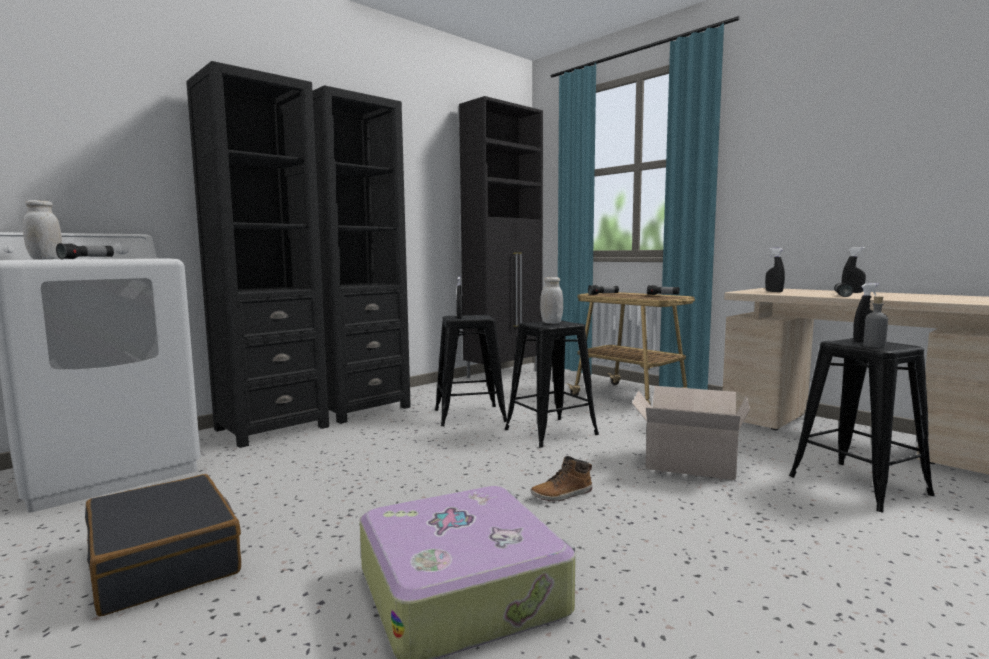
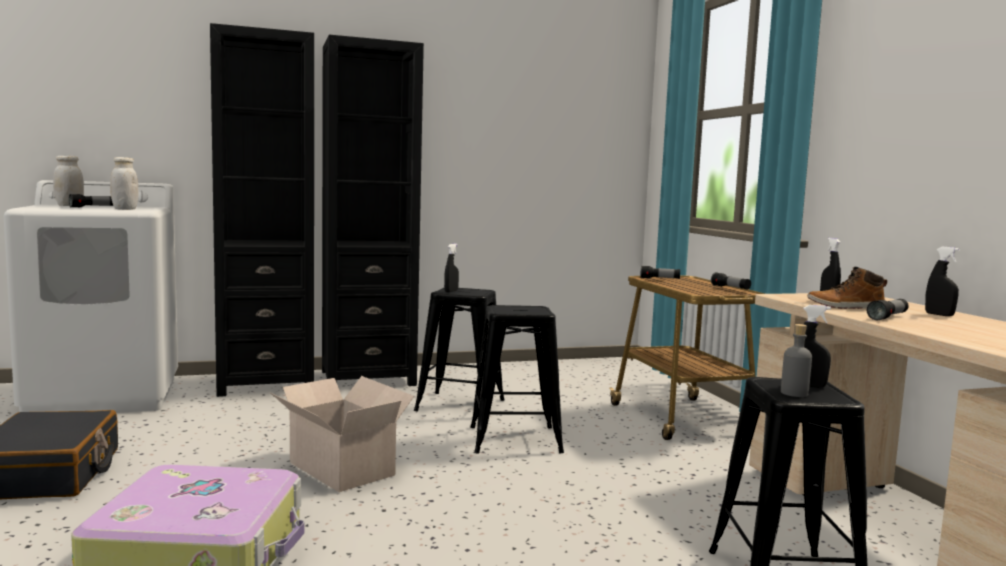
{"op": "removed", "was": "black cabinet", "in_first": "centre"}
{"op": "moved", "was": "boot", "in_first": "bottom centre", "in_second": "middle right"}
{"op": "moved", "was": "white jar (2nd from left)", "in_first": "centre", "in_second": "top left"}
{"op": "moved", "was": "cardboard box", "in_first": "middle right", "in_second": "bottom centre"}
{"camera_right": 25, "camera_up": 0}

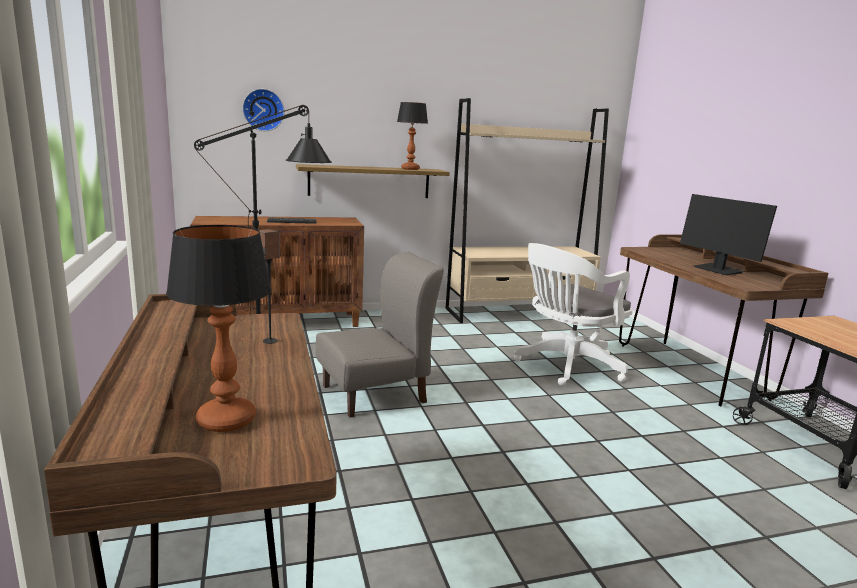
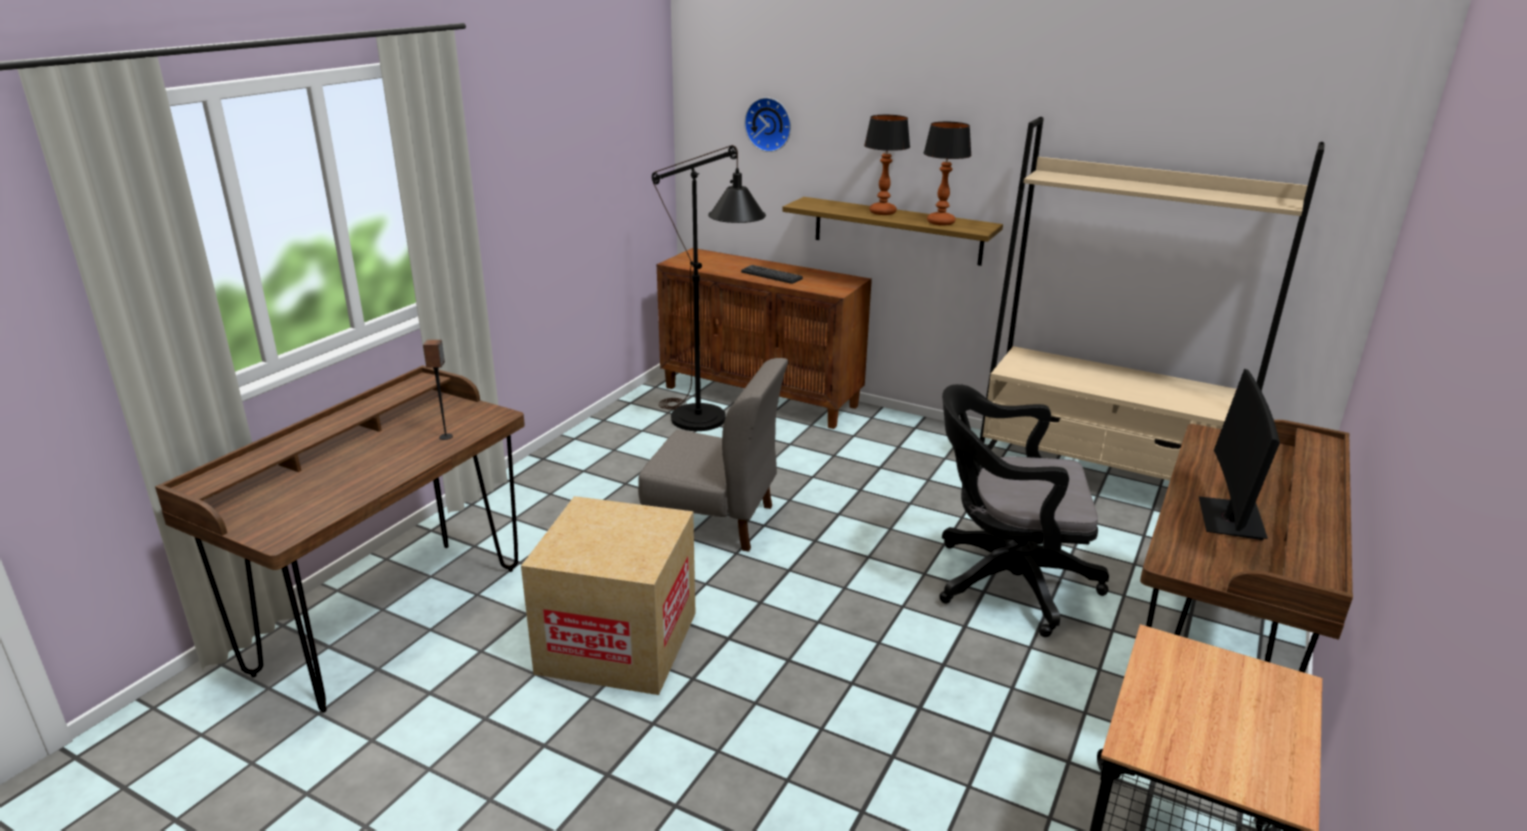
{"op": "moved", "was": "table lamp (1st from left)", "in_first": "middle left", "in_second": "top centre"}
{"op": "recoloured", "was": "white office chair", "now": "black office chair", "in_first": "middle right", "in_second": "middle right"}
{"op": "added", "now": "cardboard box", "in_second": "bottom centre"}
{"camera_right": 45, "camera_up": 10}

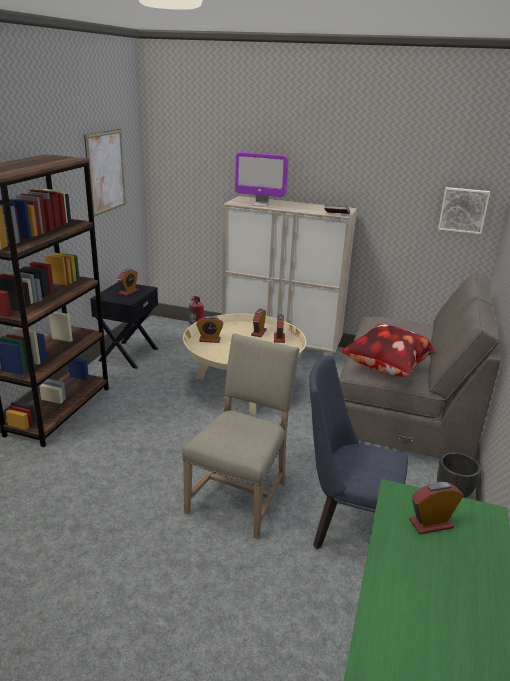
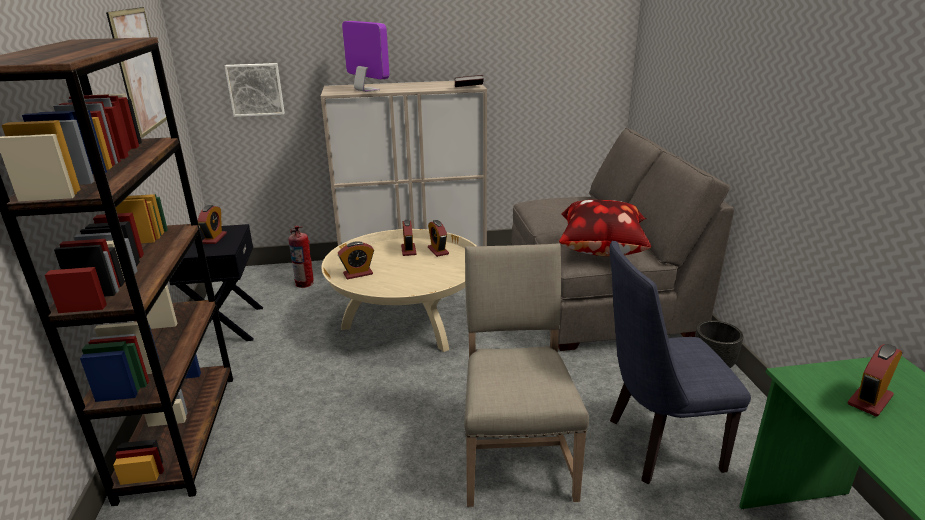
{"op": "turned", "was": "monitor", "in_first": "top centre", "in_second": "top centre", "clockwise": -120}
{"op": "moved", "was": "picture (2nd from left)", "in_first": "top right", "in_second": "top left"}
{"camera_right": -25, "camera_up": 0}

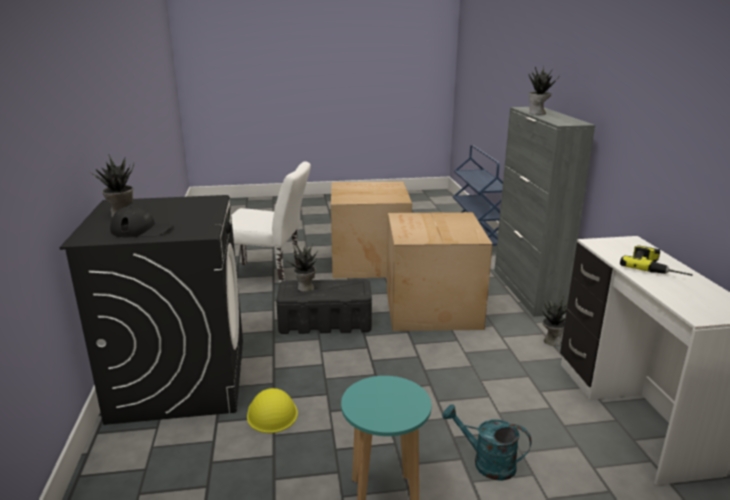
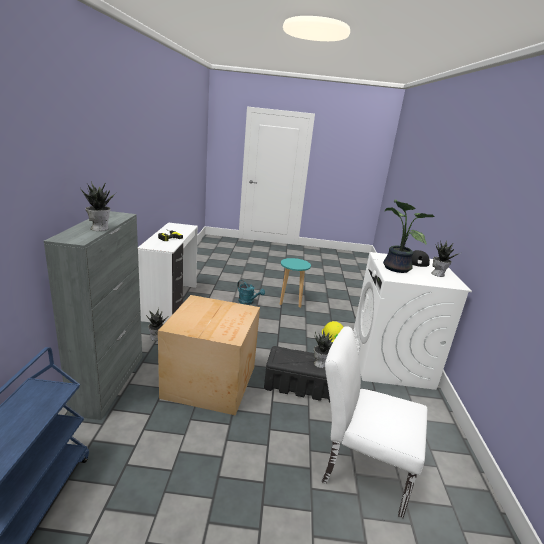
{"op": "recoloured", "was": "black washing machine", "now": "white washing machine", "in_first": "middle left", "in_second": "middle right"}
{"op": "removed", "was": "cardboard box (1st from left)", "in_first": "centre"}
{"op": "added", "now": "potted plant (4th from left)", "in_second": "middle right"}
{"camera_right": -170, "camera_up": 0}

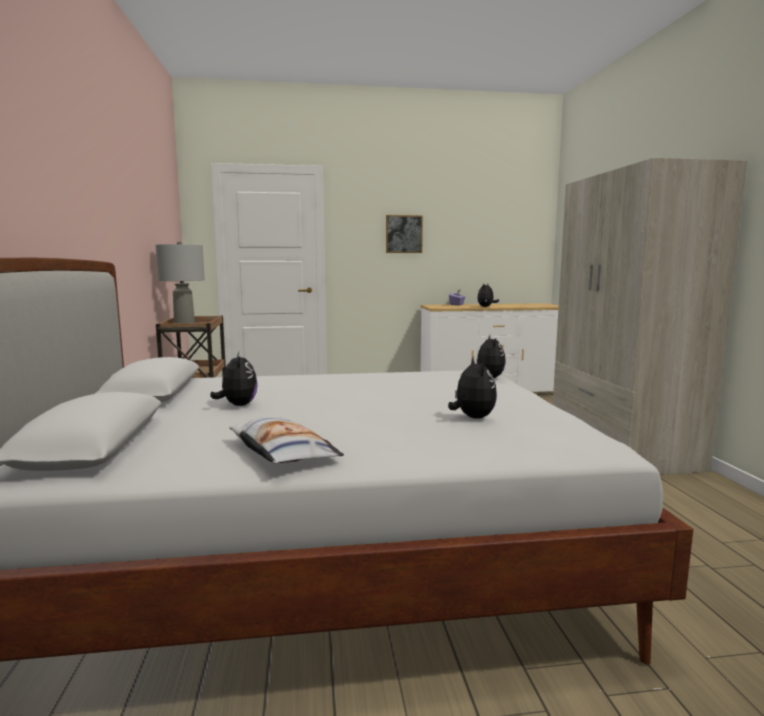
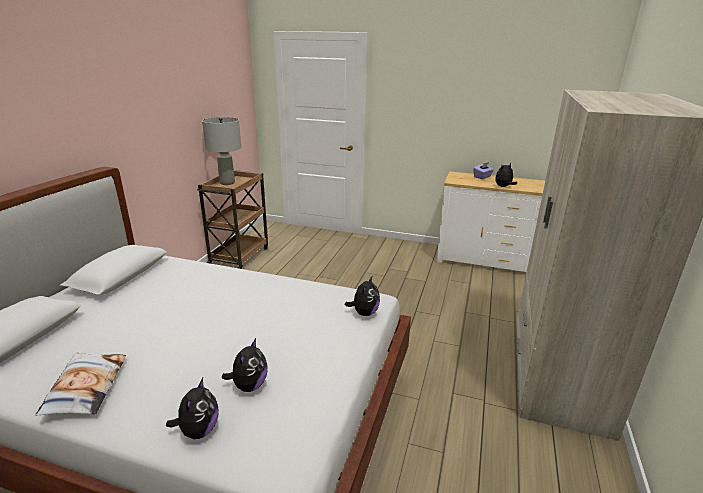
{"op": "moved", "was": "plush toy (1st from left)", "in_first": "middle left", "in_second": "bottom left"}
{"op": "removed", "was": "picture", "in_first": "top centre"}
{"camera_right": 25, "camera_up": 15}

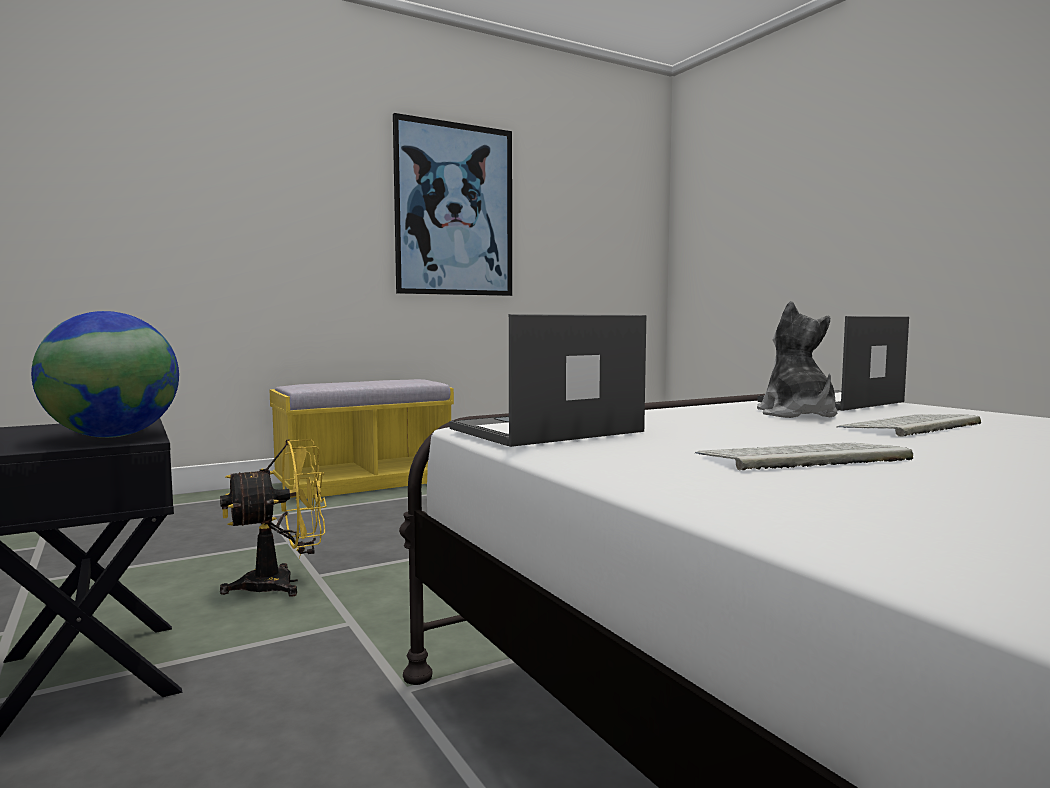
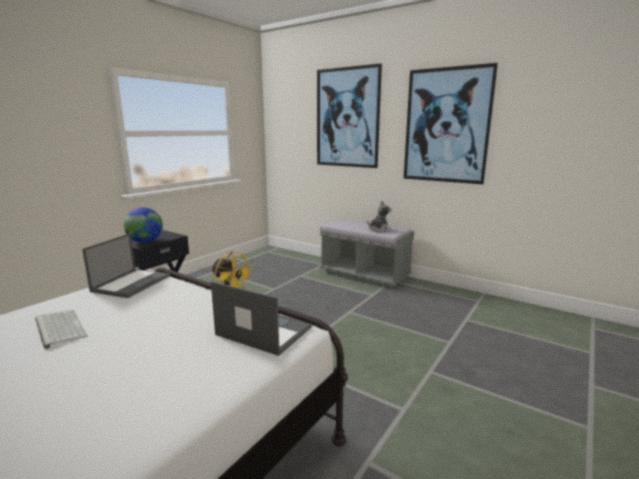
{"op": "recoloured", "was": "yellow bench", "now": "grey bench", "in_first": "centre", "in_second": "centre"}
{"op": "turned", "was": "laptop (1st from left)", "in_first": "centre", "in_second": "middle left", "clockwise": 75}
{"op": "moved", "was": "plush toy", "in_first": "middle right", "in_second": "centre"}
{"op": "removed", "was": "keyboard (2nd from left)", "in_first": "middle right"}
{"op": "added", "now": "picture (1st from left)", "in_second": "top centre"}
{"camera_right": 65, "camera_up": 10}

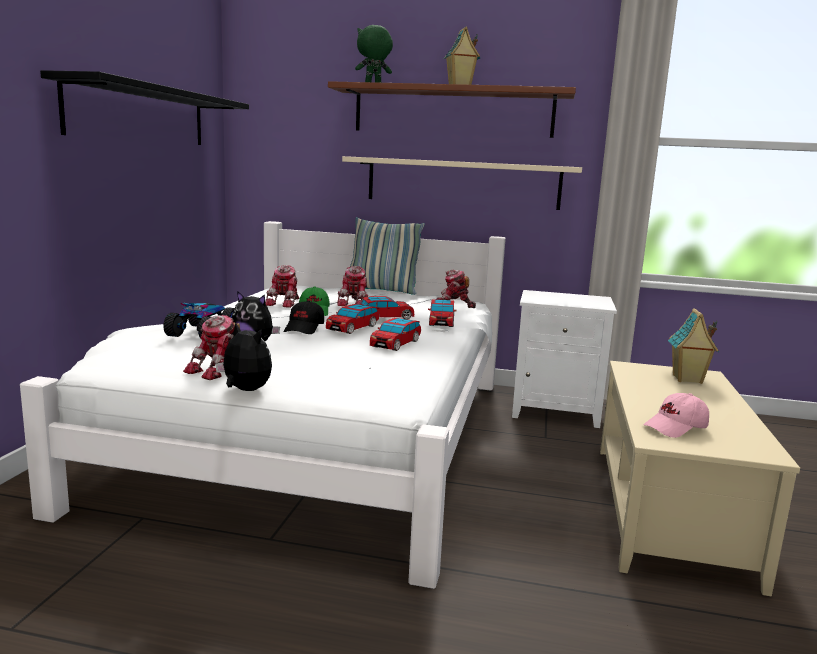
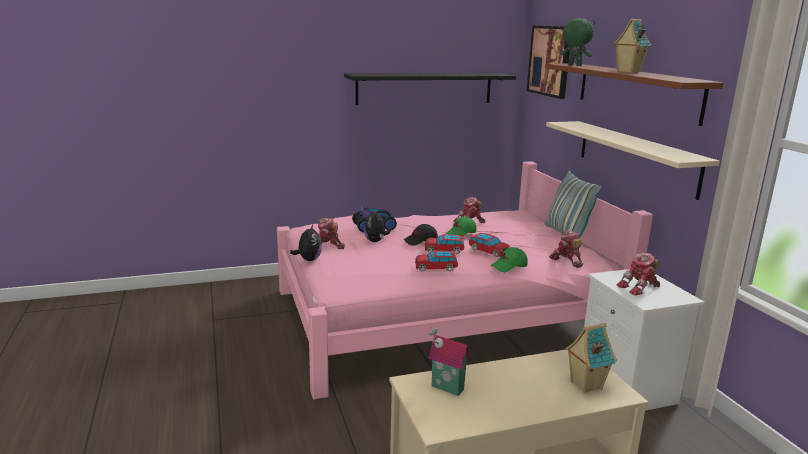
{"op": "recoloured", "was": "white bed", "now": "pink bed", "in_first": "middle left", "in_second": "centre"}
{"op": "moved", "was": "toy robot (3rd from left in the first image)", "now": "toy robot (4th from left)", "in_first": "centre", "in_second": "middle right"}
{"op": "replaced", "was": "toy car (5th from left)", "now": "green cap (2nd from left)", "in_first": "centre", "in_second": "centre"}
{"op": "replaced", "was": "pink cap", "now": "toy house (1st from left)", "in_first": "middle right", "in_second": "bottom centre"}
{"op": "added", "now": "picture", "in_second": "top right"}
{"camera_right": 60, "camera_up": 5}

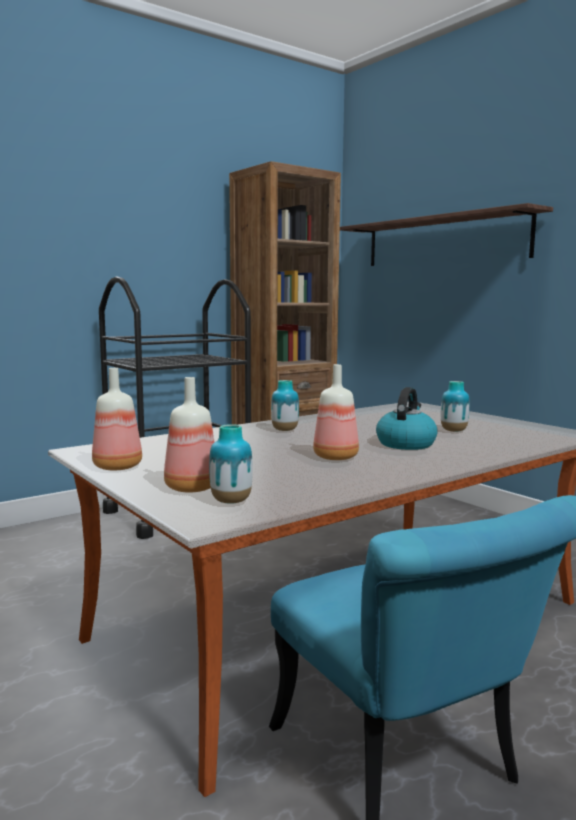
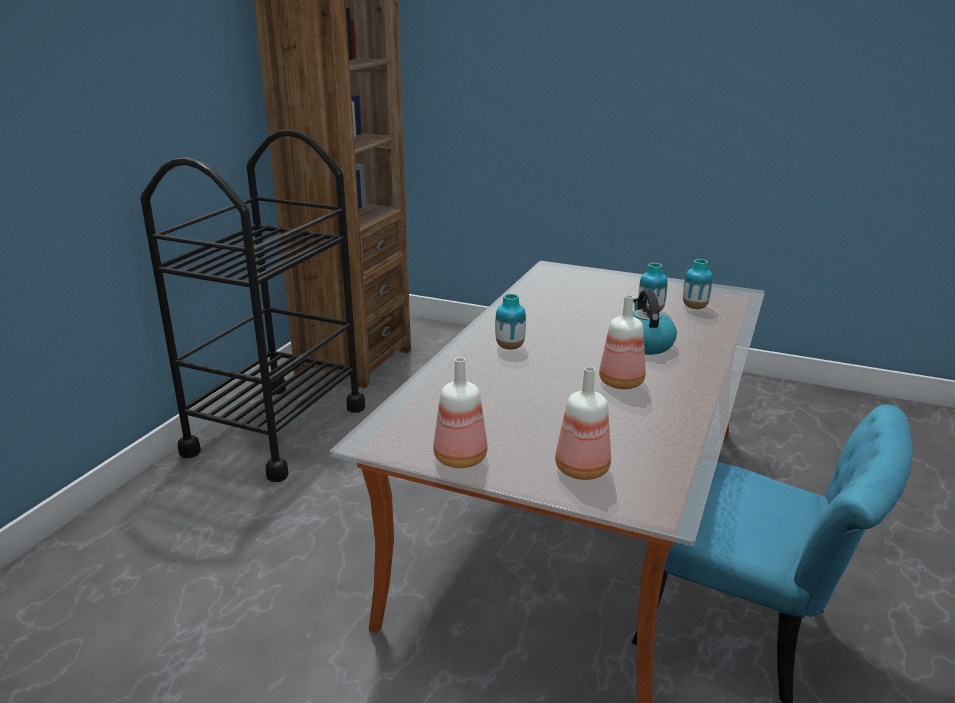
{"op": "moved", "was": "vase (1st from left in the first image)", "now": "vase (3rd from left)", "in_first": "centre", "in_second": "middle right"}
{"op": "removed", "was": "shelf", "in_first": "top right"}
{"camera_right": -30, "camera_up": 15}

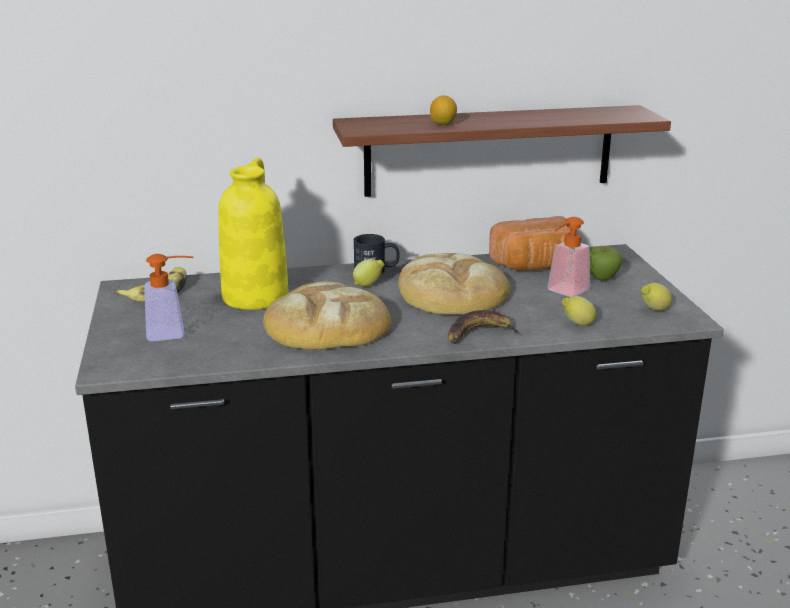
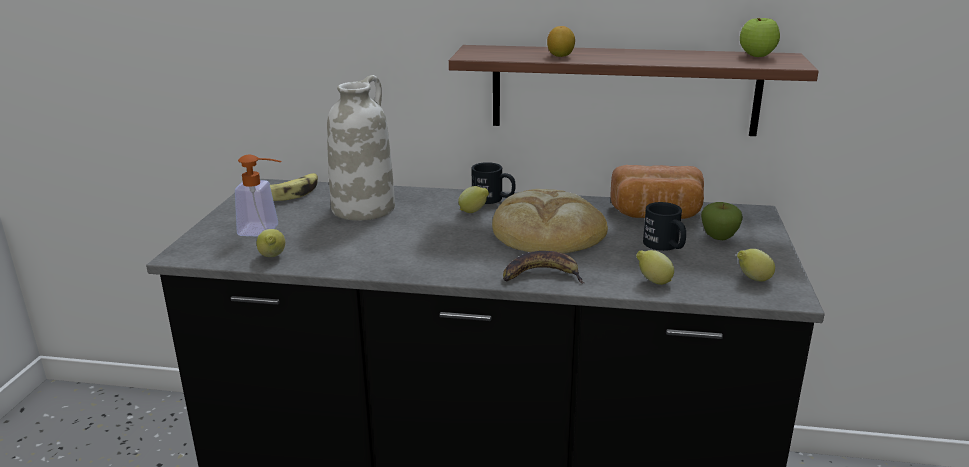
{"op": "recoloured", "was": "yellow vase", "now": "white vase", "in_first": "middle left", "in_second": "top centre"}
{"op": "removed", "was": "bread (1st from left)", "in_first": "centre"}
{"op": "replaced", "was": "soap dispenser (2nd from left)", "now": "black mug (2nd from left)", "in_first": "middle right", "in_second": "middle right"}
{"op": "added", "now": "lemon (1st from left)", "in_second": "middle left"}
{"op": "added", "now": "apple (2nd from left)", "in_second": "top right"}
{"camera_right": 20, "camera_up": 0}

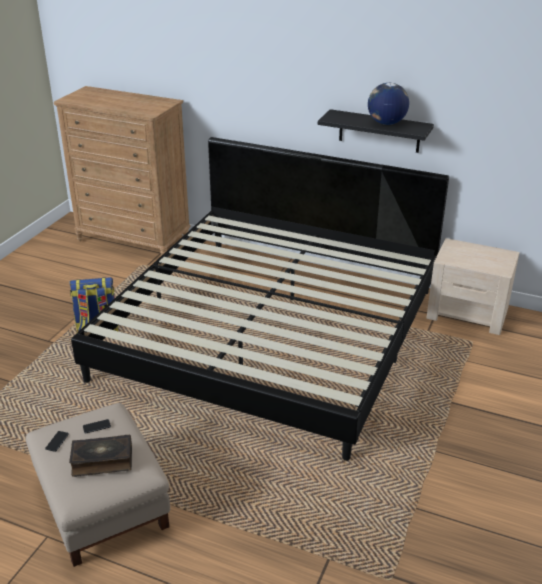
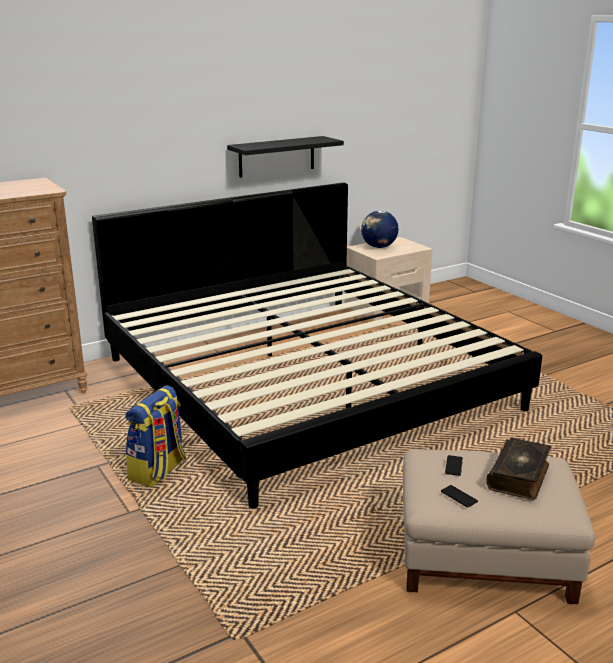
{"op": "moved", "was": "globe", "in_first": "top right", "in_second": "centre"}
{"camera_right": -55, "camera_up": -10}

